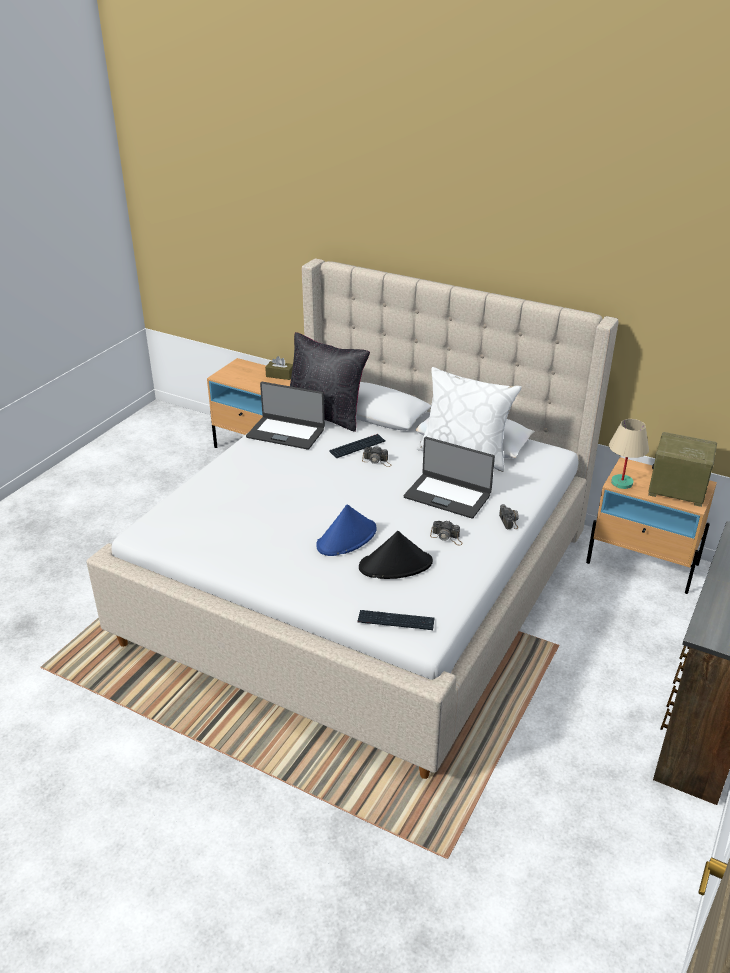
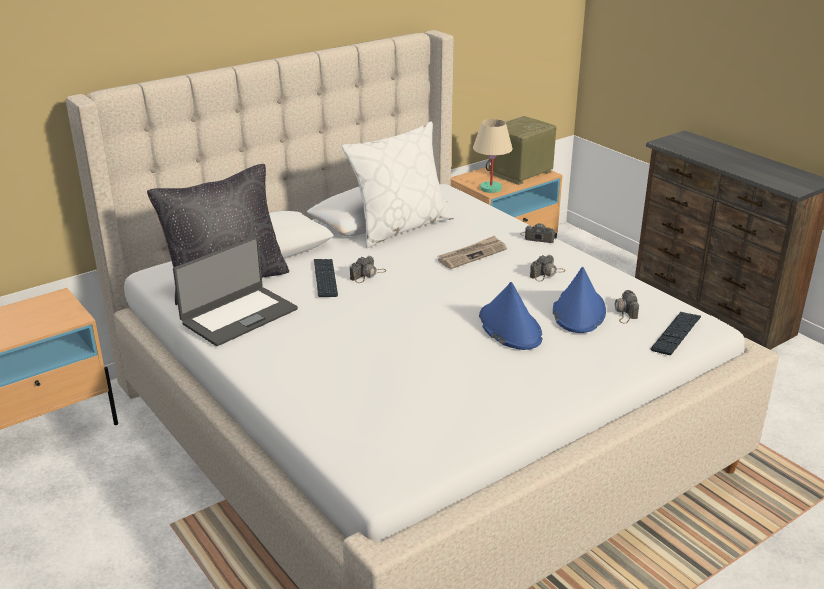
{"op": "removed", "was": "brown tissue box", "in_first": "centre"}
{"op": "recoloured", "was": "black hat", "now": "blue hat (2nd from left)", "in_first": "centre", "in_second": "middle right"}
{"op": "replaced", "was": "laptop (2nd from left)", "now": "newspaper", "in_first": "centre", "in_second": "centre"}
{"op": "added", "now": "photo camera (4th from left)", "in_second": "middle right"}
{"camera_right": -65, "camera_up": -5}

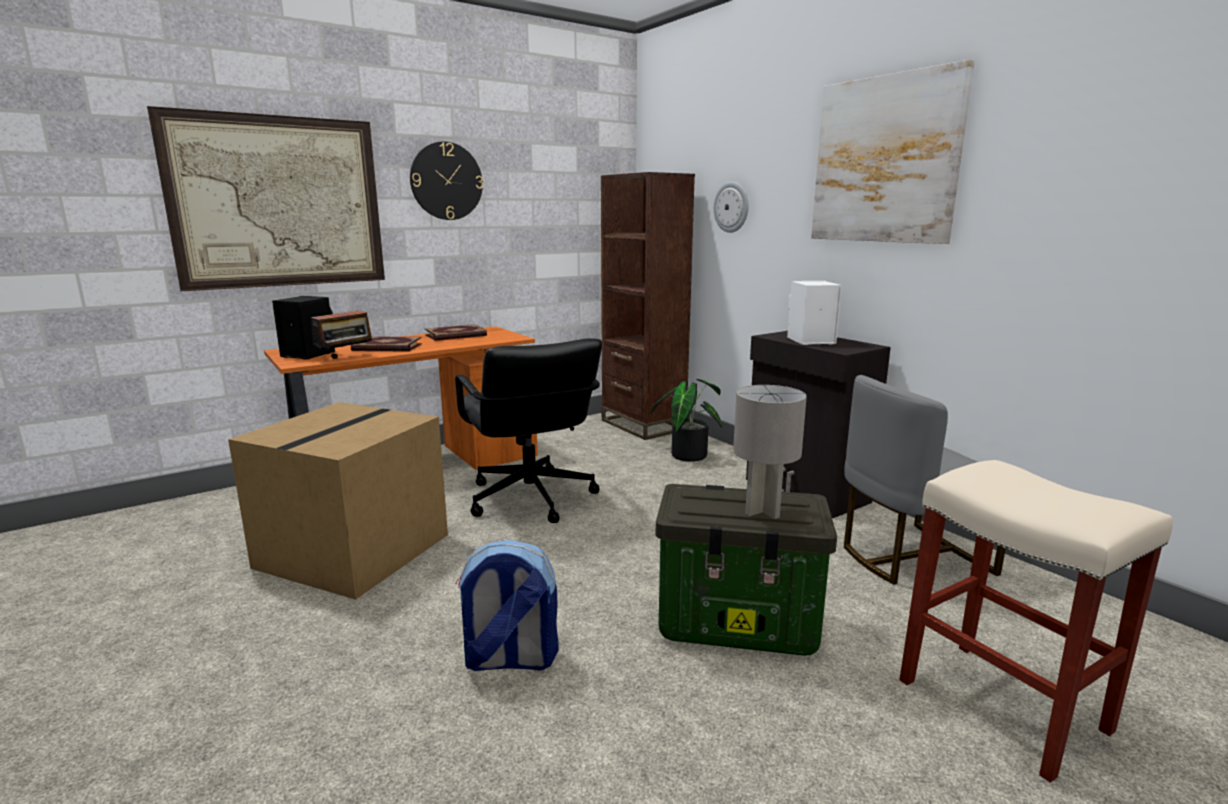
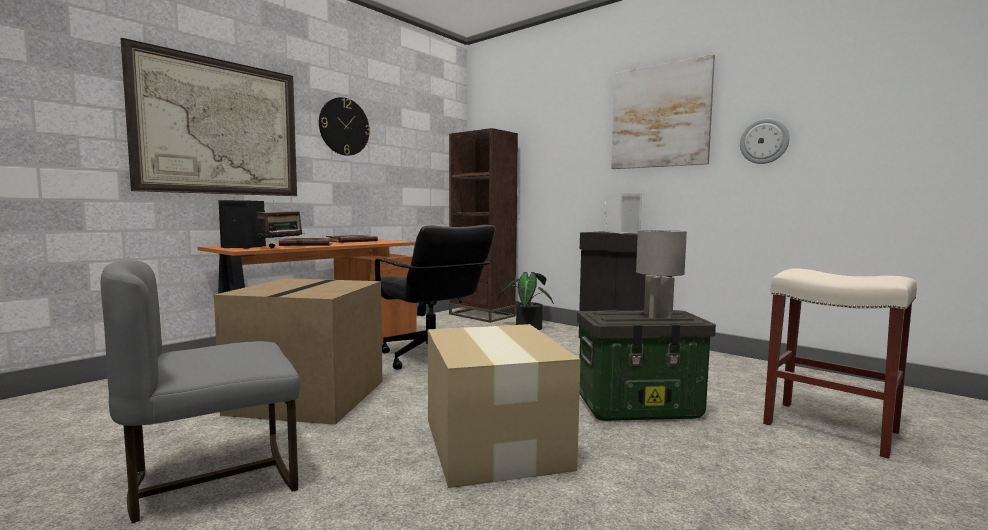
{"op": "replaced", "was": "backpack", "now": "cardboard box (2nd from left)", "in_first": "bottom centre", "in_second": "bottom centre"}
{"op": "moved", "was": "wall clock (2nd from left)", "in_first": "top centre", "in_second": "top right"}
{"op": "moved", "was": "grey chair", "in_first": "middle right", "in_second": "bottom left"}
{"camera_right": -15, "camera_up": -10}

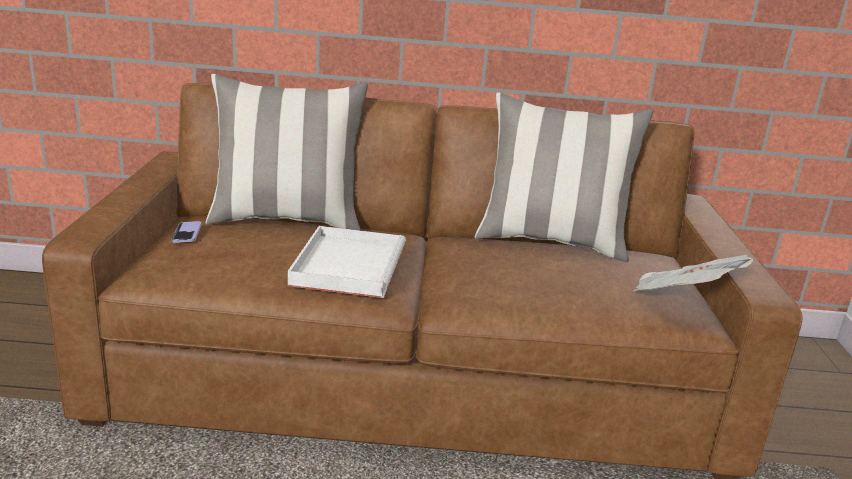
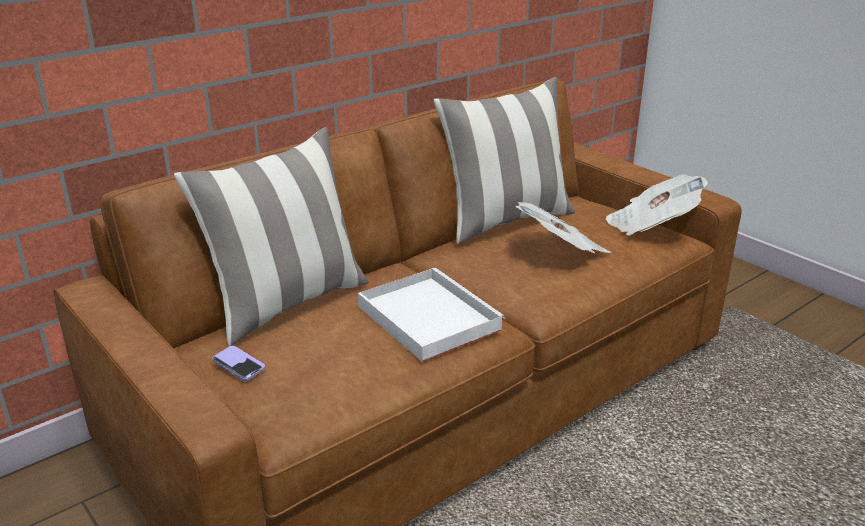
{"op": "added", "now": "newspaper (1st from left)", "in_second": "centre"}
{"camera_right": -40, "camera_up": 5}

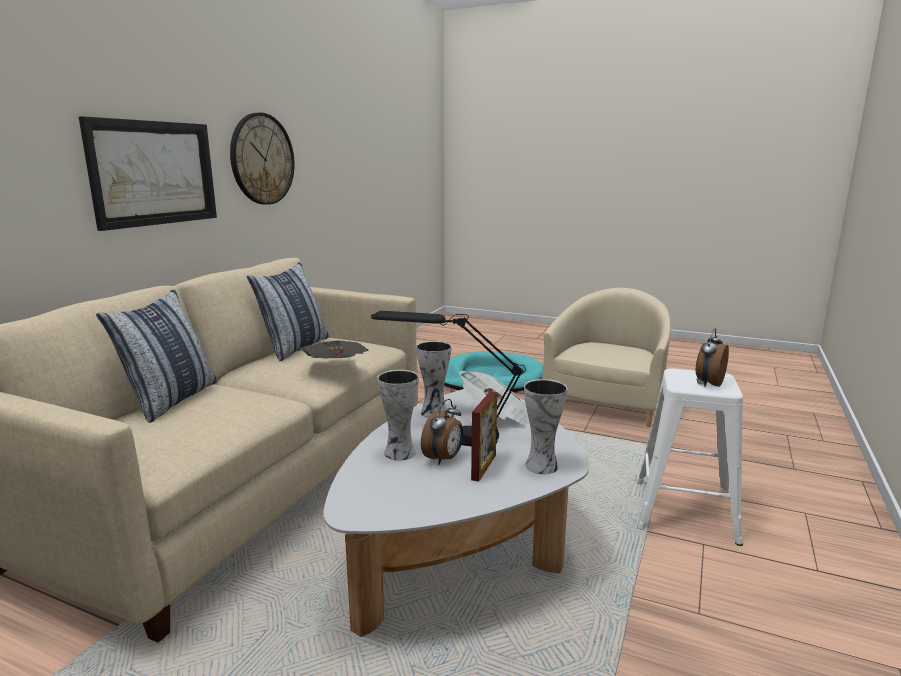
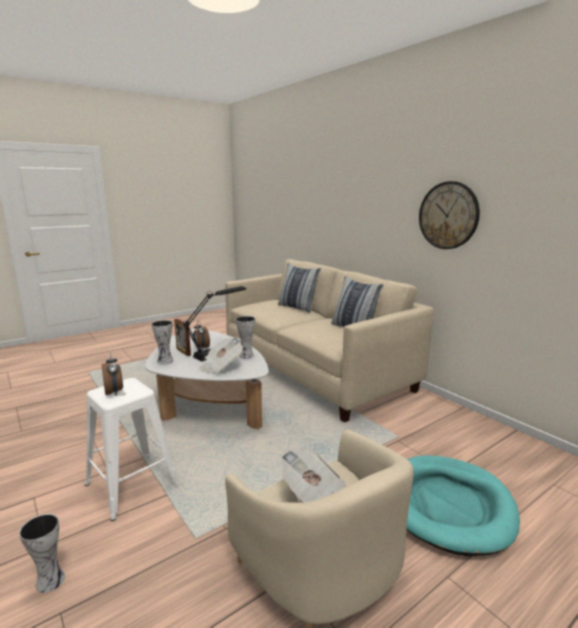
{"op": "removed", "was": "picture", "in_first": "top left"}
{"op": "moved", "was": "newspaper (1st from left in the first image)", "now": "newspaper (2nd from left)", "in_first": "centre", "in_second": "bottom centre"}
{"op": "moved", "was": "vase (1st from left)", "in_first": "centre", "in_second": "bottom left"}
{"camera_right": 120, "camera_up": 0}

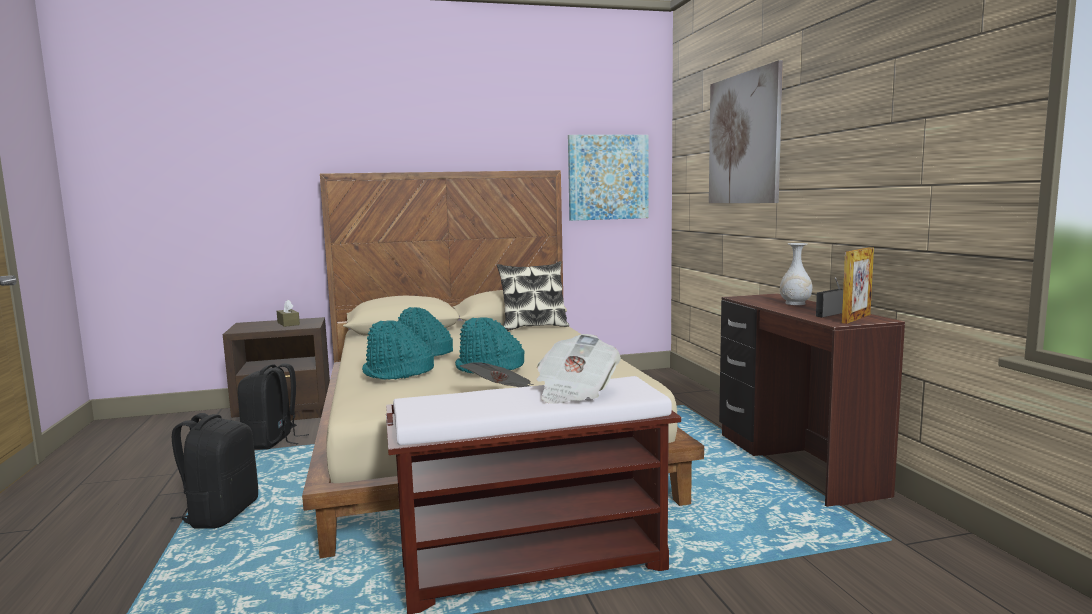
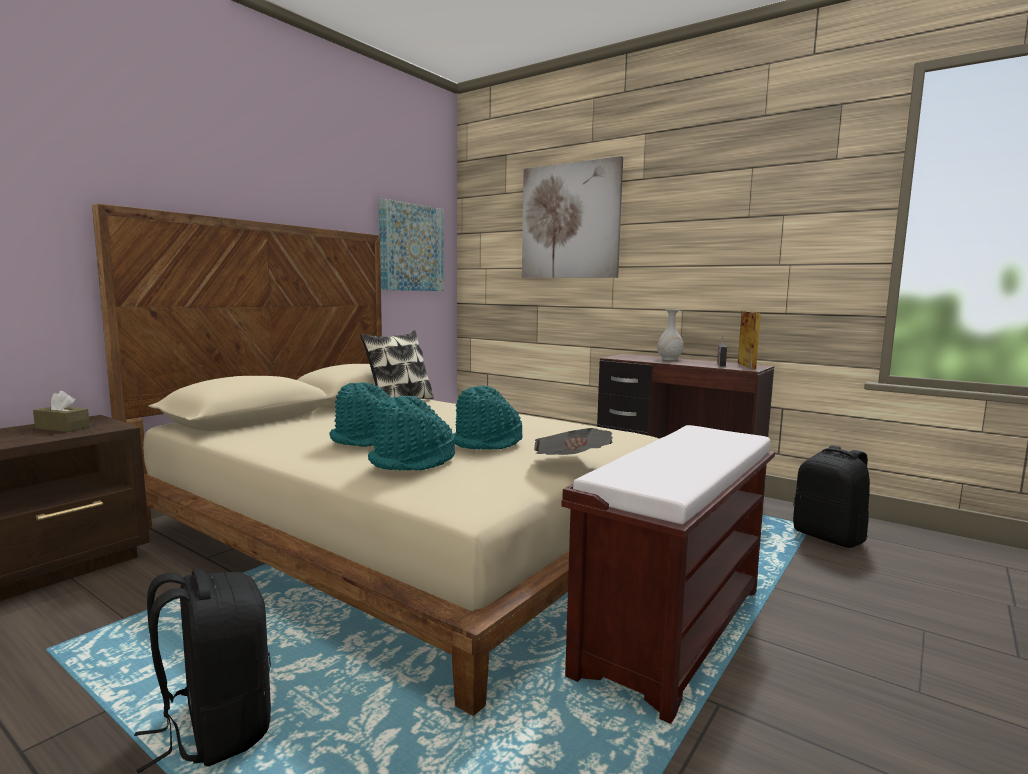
{"op": "moved", "was": "black backpack (2nd from left)", "in_first": "middle left", "in_second": "middle right"}
{"op": "removed", "was": "newspaper (2nd from left)", "in_first": "centre"}
{"camera_right": -40, "camera_up": 0}

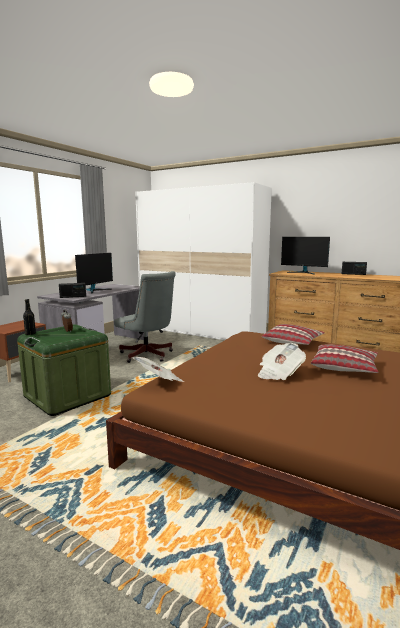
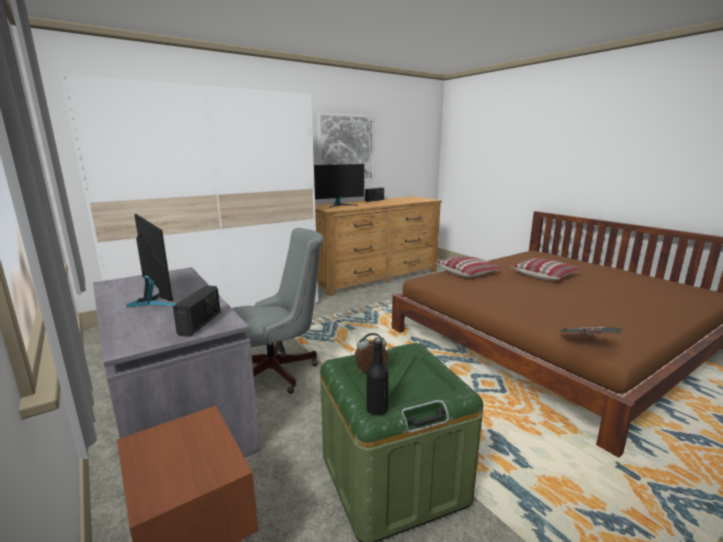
{"op": "removed", "was": "newspaper (2nd from left)", "in_first": "middle right"}
{"op": "added", "now": "picture", "in_second": "top centre"}
{"camera_right": -65, "camera_up": 5}

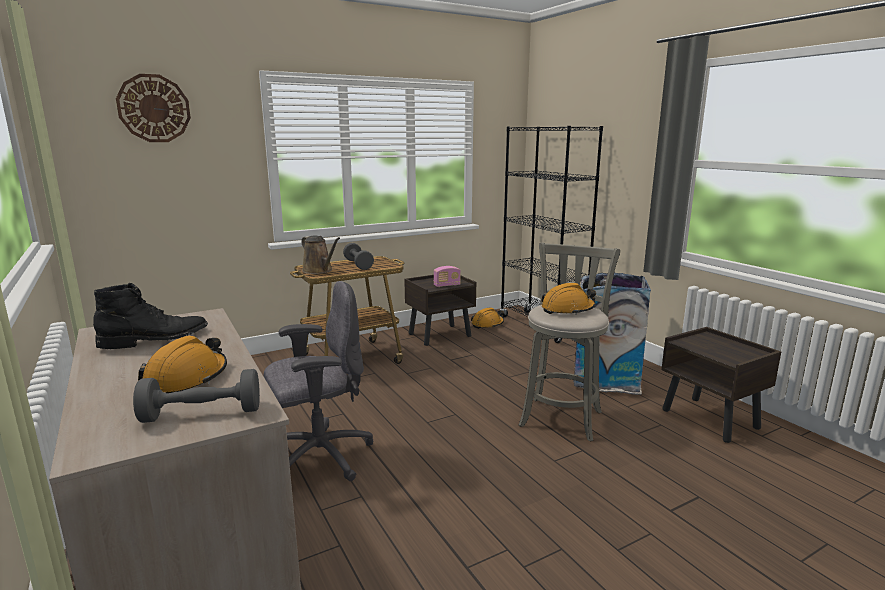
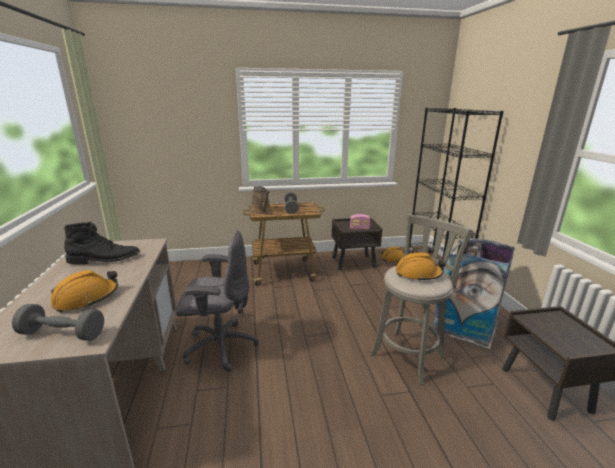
{"op": "removed", "was": "wall clock", "in_first": "top left"}
{"camera_right": 20, "camera_up": 5}

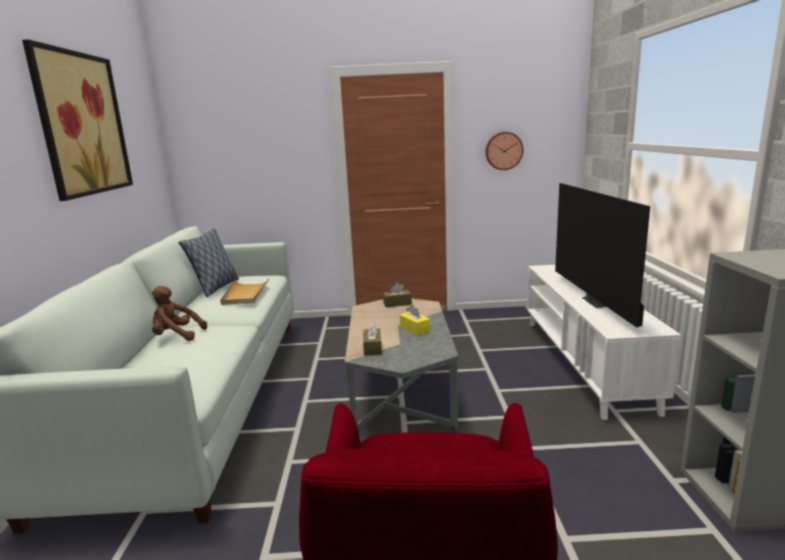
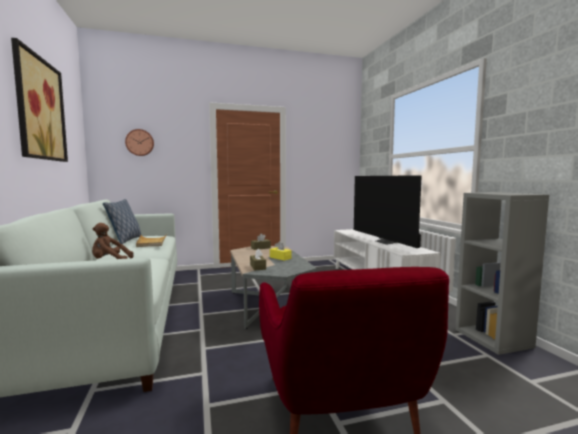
{"op": "moved", "was": "wall clock", "in_first": "top centre", "in_second": "top left"}
{"camera_right": -15, "camera_up": -10}

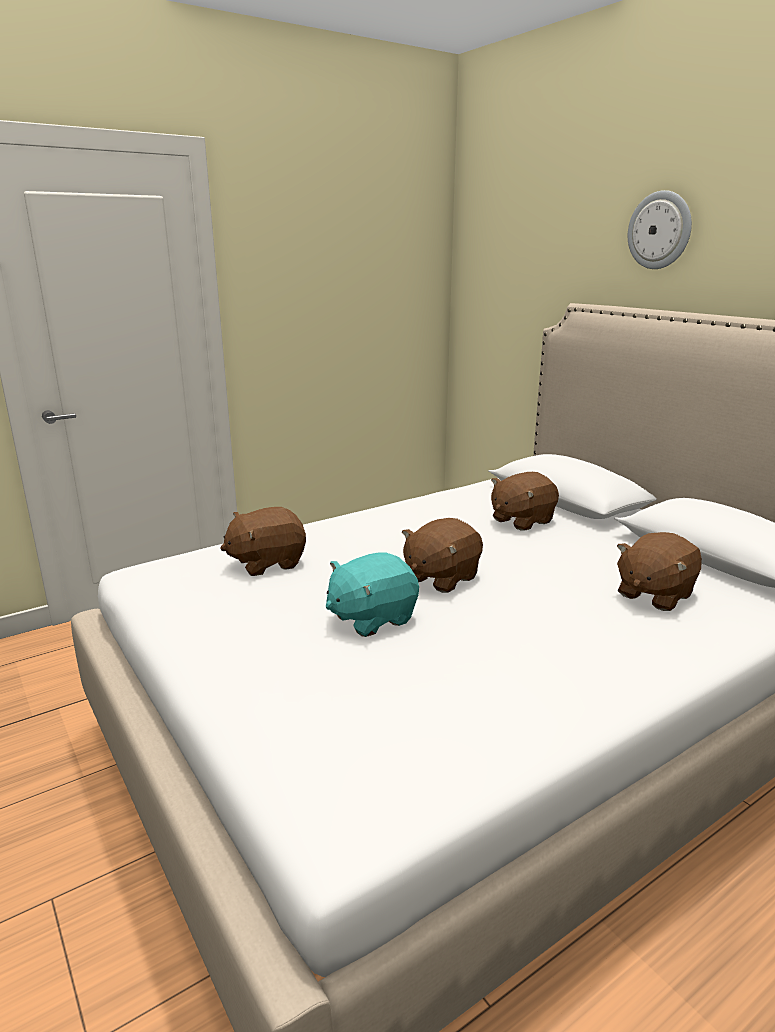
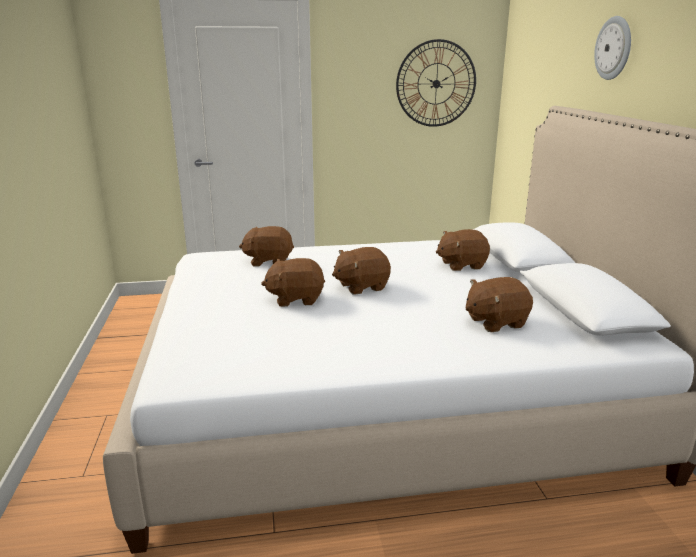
{"op": "recoloured", "was": "turquoise plush toy", "now": "brown plush toy (2nd from left)", "in_first": "centre", "in_second": "centre"}
{"op": "added", "now": "wall clock (1st from left)", "in_second": "top centre"}
{"camera_right": 25, "camera_up": 0}

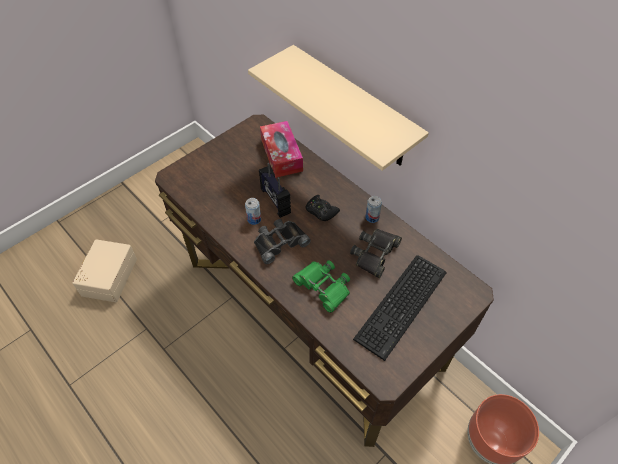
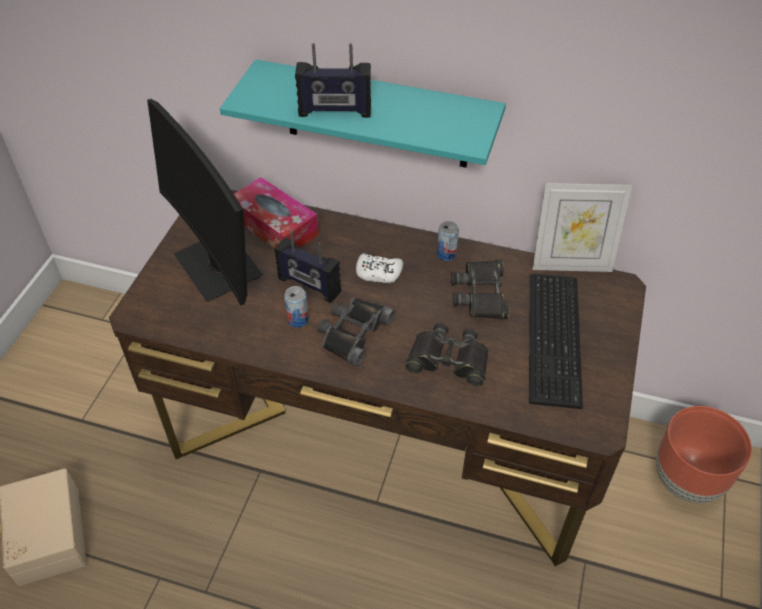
{"op": "recoloured", "was": "beige shelf", "now": "turquoise shelf", "in_first": "top centre", "in_second": "top centre"}
{"op": "recoloured", "was": "green binoculars", "now": "black binoculars (2nd from left)", "in_first": "centre", "in_second": "centre"}
{"op": "recoloured", "was": "black game controller", "now": "white game controller", "in_first": "centre", "in_second": "centre"}
{"op": "added", "now": "monitor", "in_second": "top left"}
{"op": "added", "now": "radio (2nd from left)", "in_second": "top centre"}
{"op": "added", "now": "picture frame", "in_second": "middle right"}
{"camera_right": -30, "camera_up": -5}

